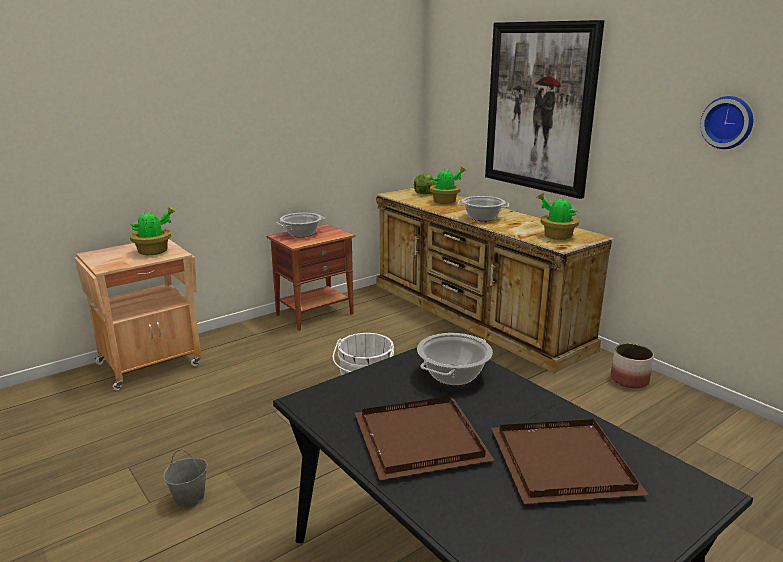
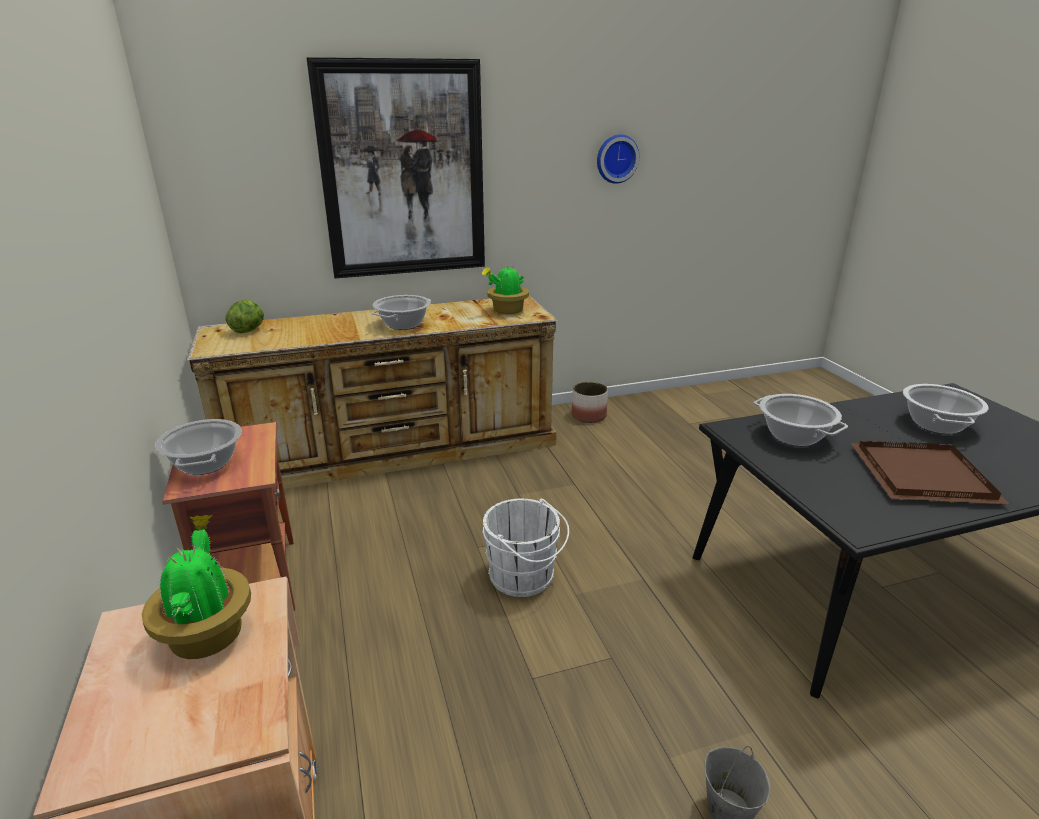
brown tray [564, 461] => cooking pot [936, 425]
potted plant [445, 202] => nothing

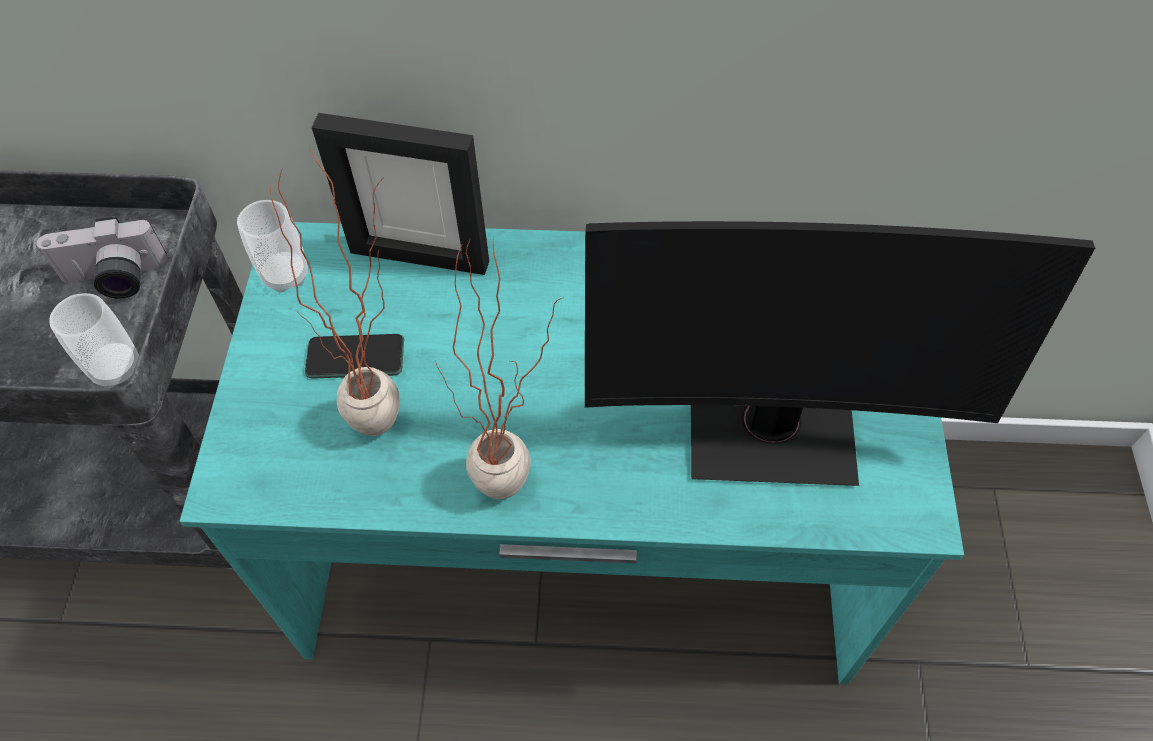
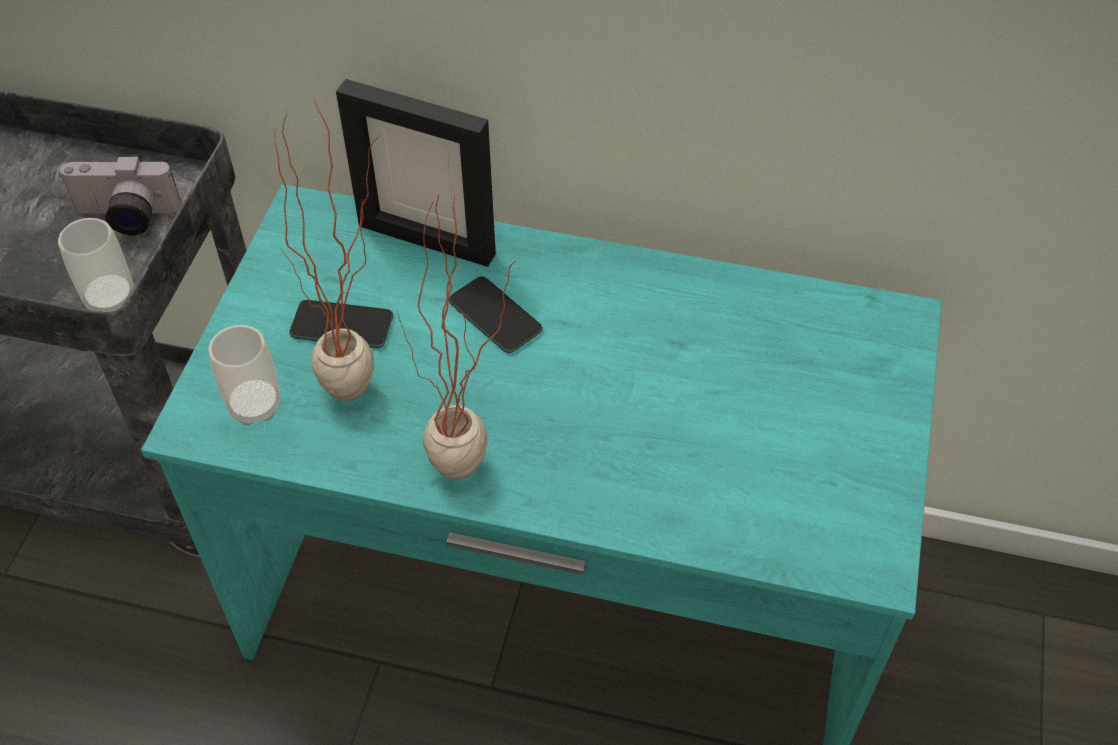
cup [285, 275] => cup [255, 406], relocated
nothing => phone [495, 316]
monitor [771, 427] => nothing

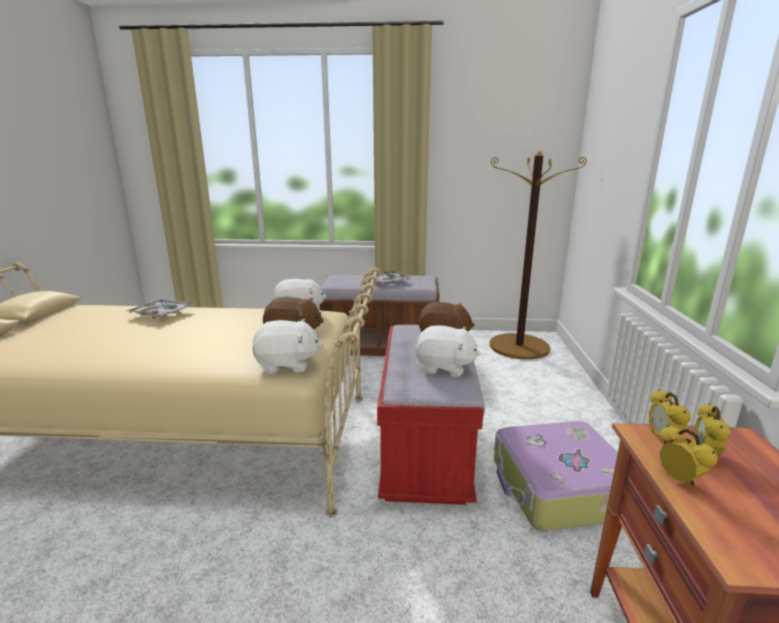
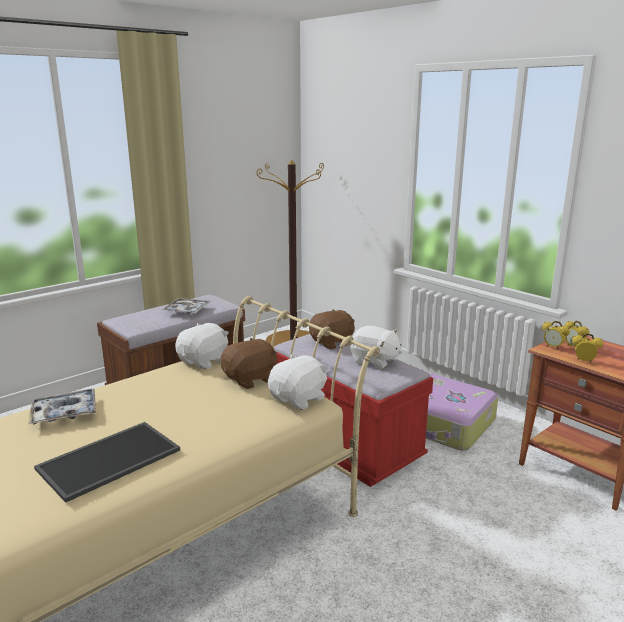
nothing => tray [109, 458]
white plush toy [444, 367] => white plush toy [374, 361], 60 degrees clockwise

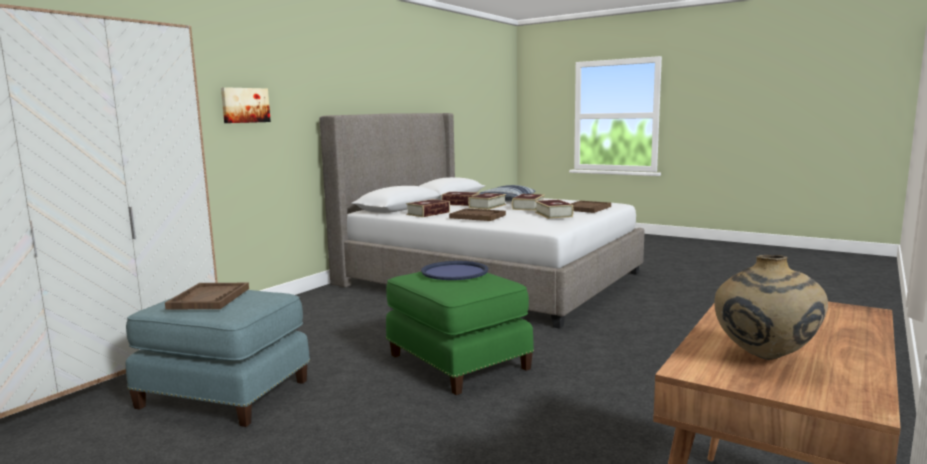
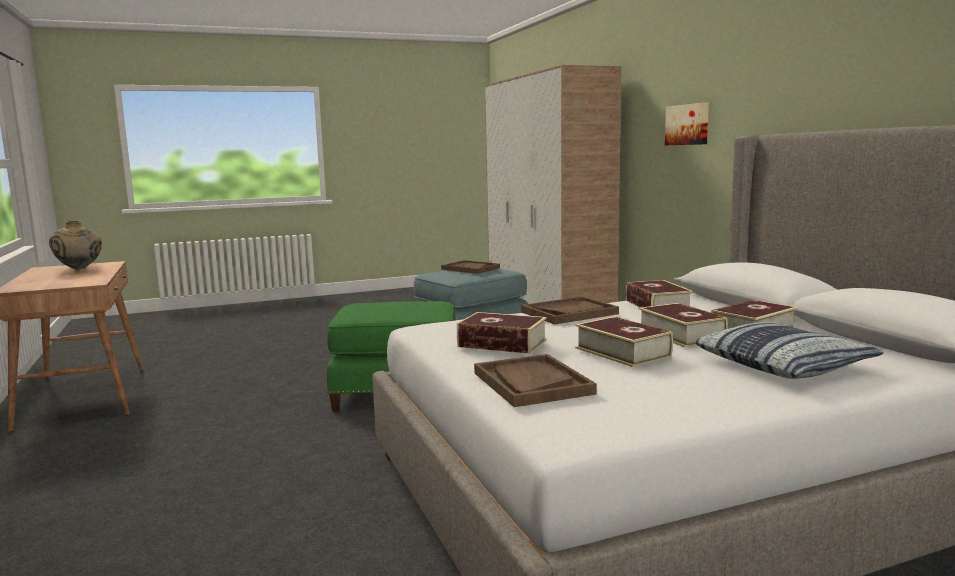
blue tray [454, 272] => nothing

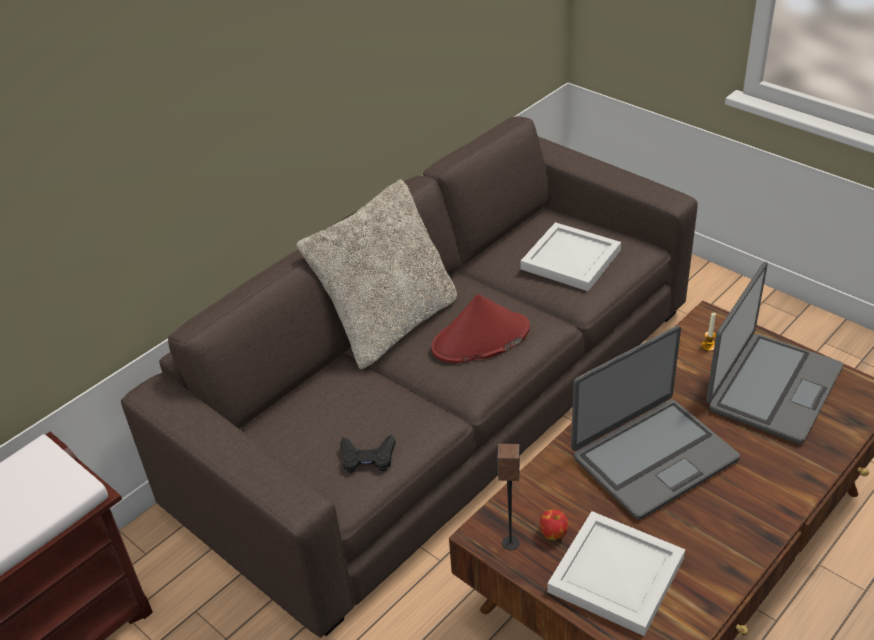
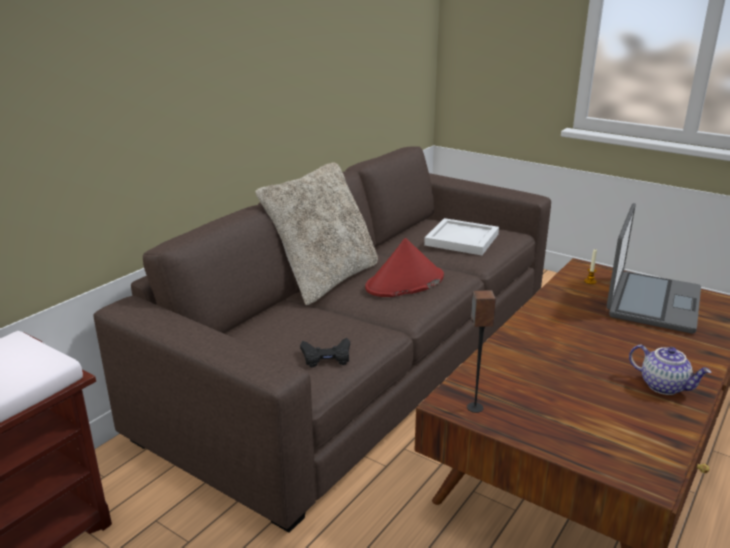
nothing => teapot [664, 386]
apple [554, 533] => nothing
white tray [615, 573] => nothing
laptop [652, 457] => nothing

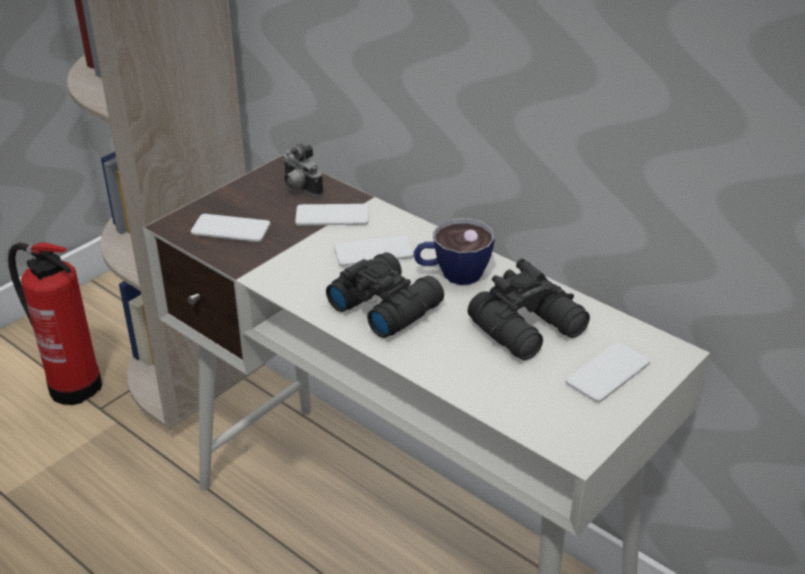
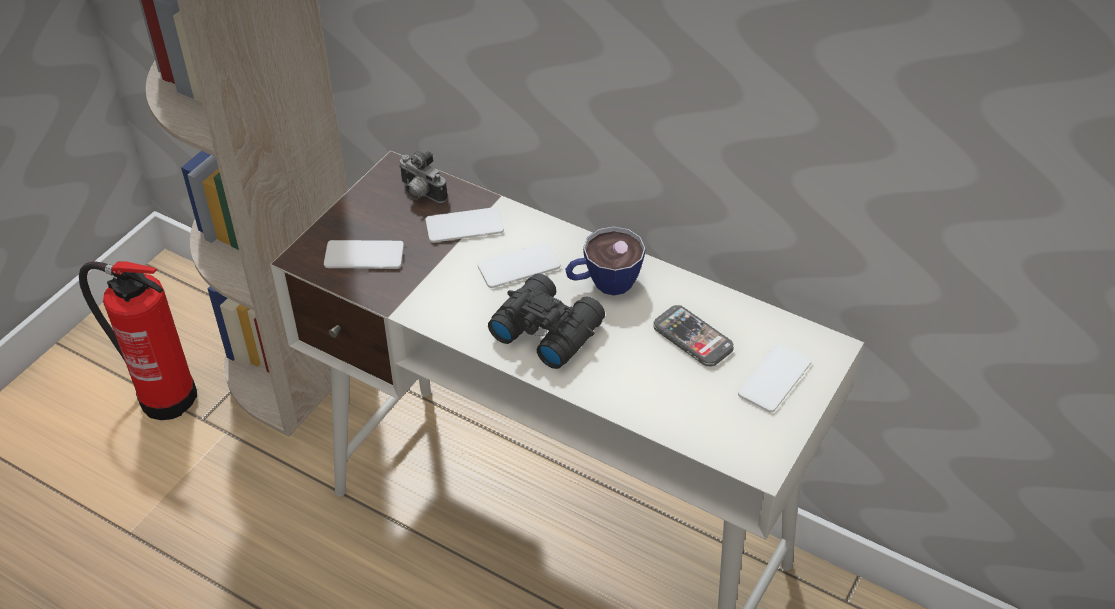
black binoculars [530, 328] => phone [692, 338]

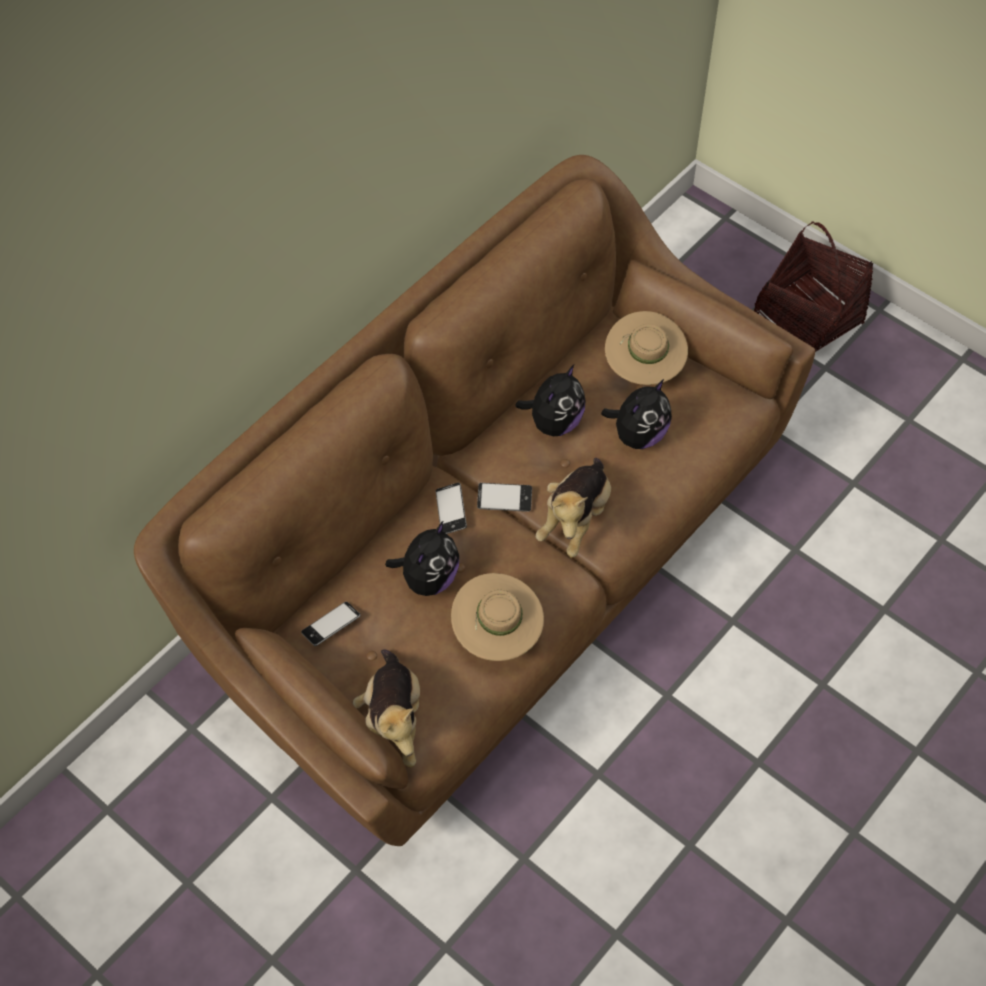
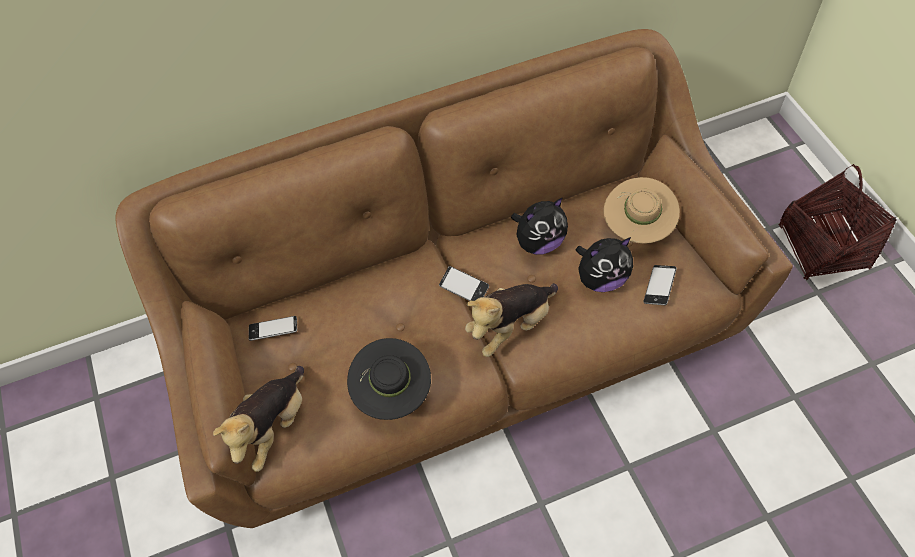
beige hat [497, 634] => black hat [392, 393]
phone [451, 511] => phone [659, 287], relocated
plush toy [428, 578] => nothing

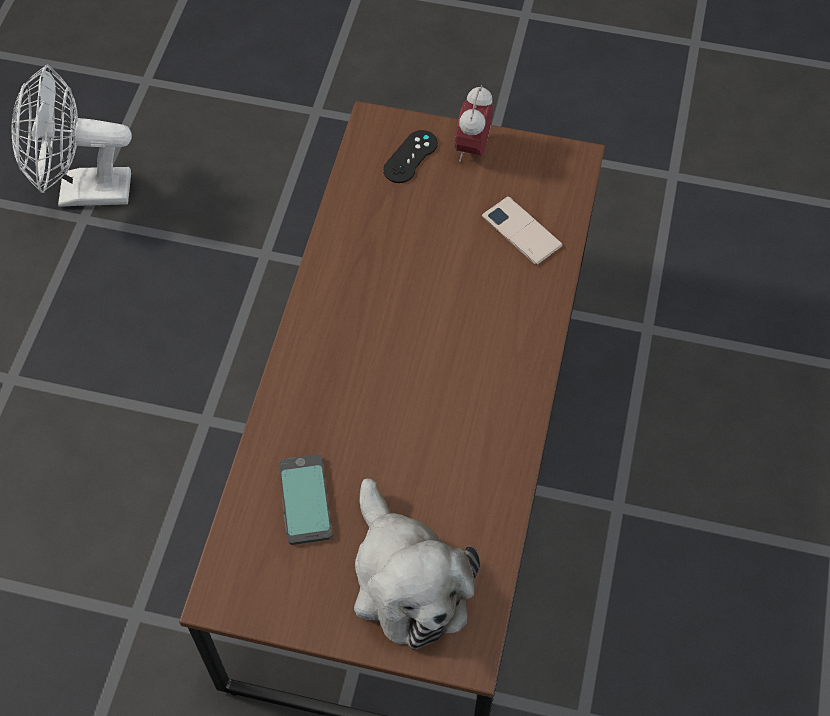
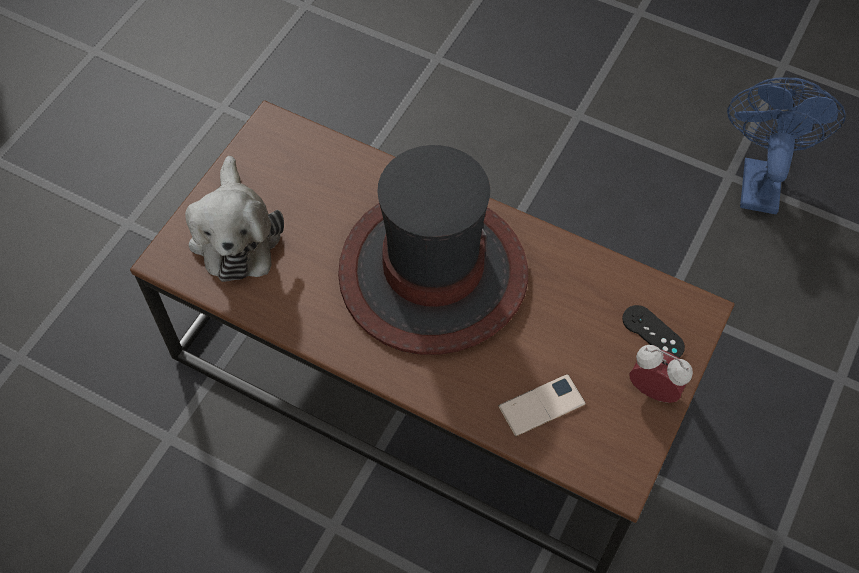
plush toy [406, 581] => plush toy [236, 235], 90 degrees counterclockwise
nothing => hat [432, 274]
white fan [83, 192] => blue fan [759, 178]
phone [305, 500] => nothing

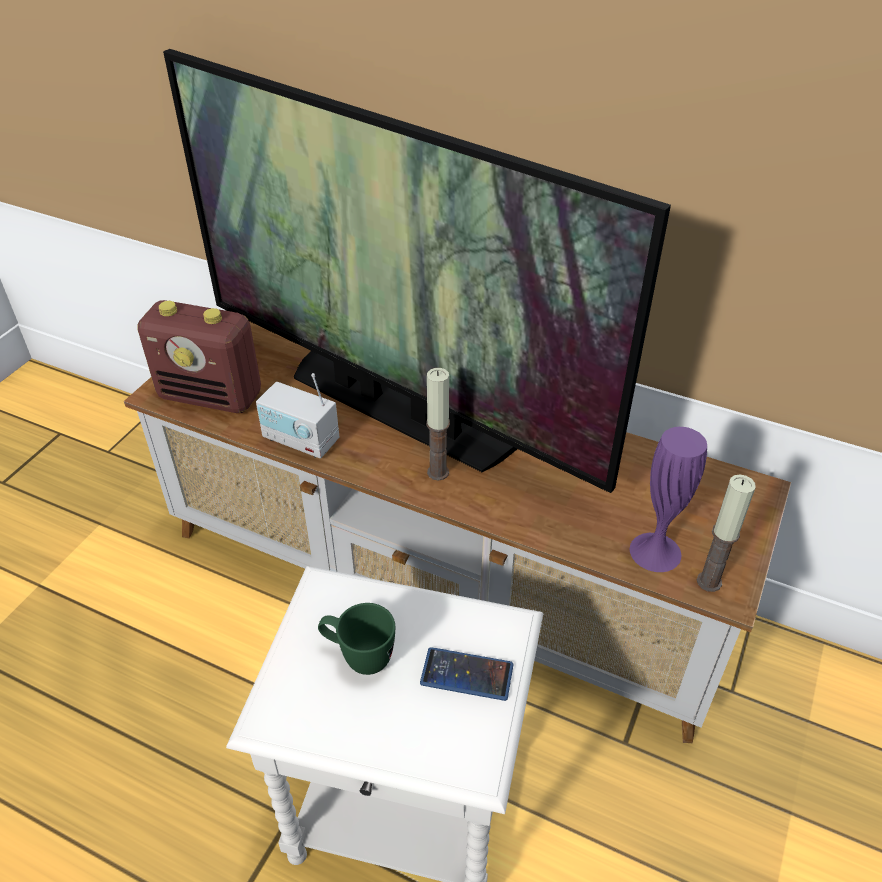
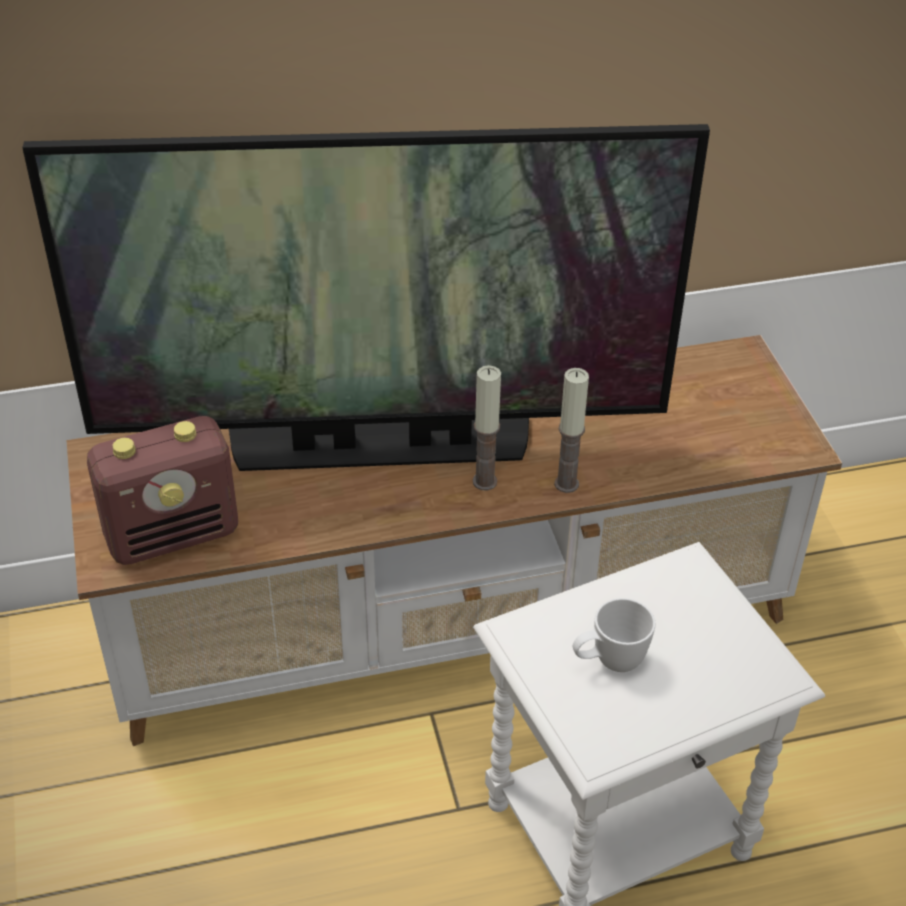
candle [709, 582] => candle [566, 484], relocated
green mug [358, 657] => white mug [608, 662]
radio [301, 440] => nothing
phone [467, 674] => nothing
purple vase [655, 552] => nothing

